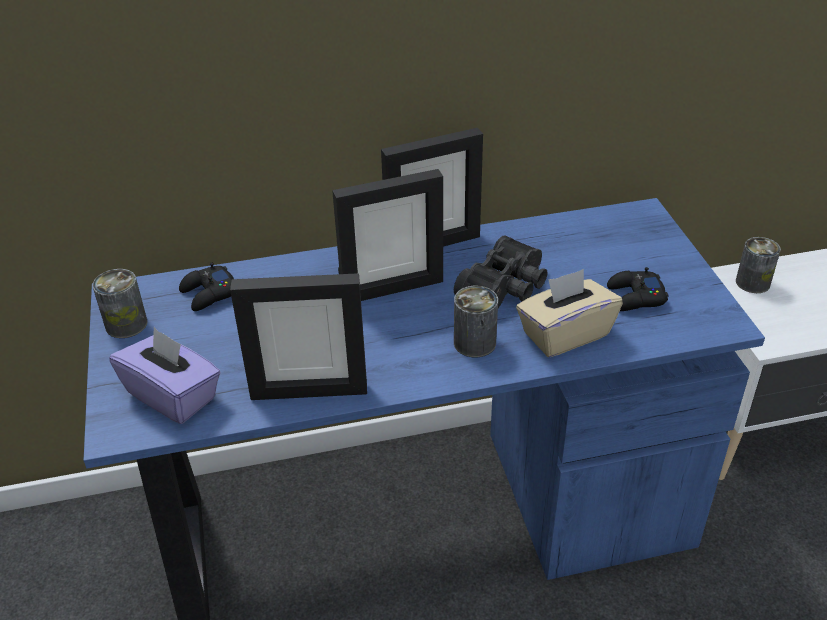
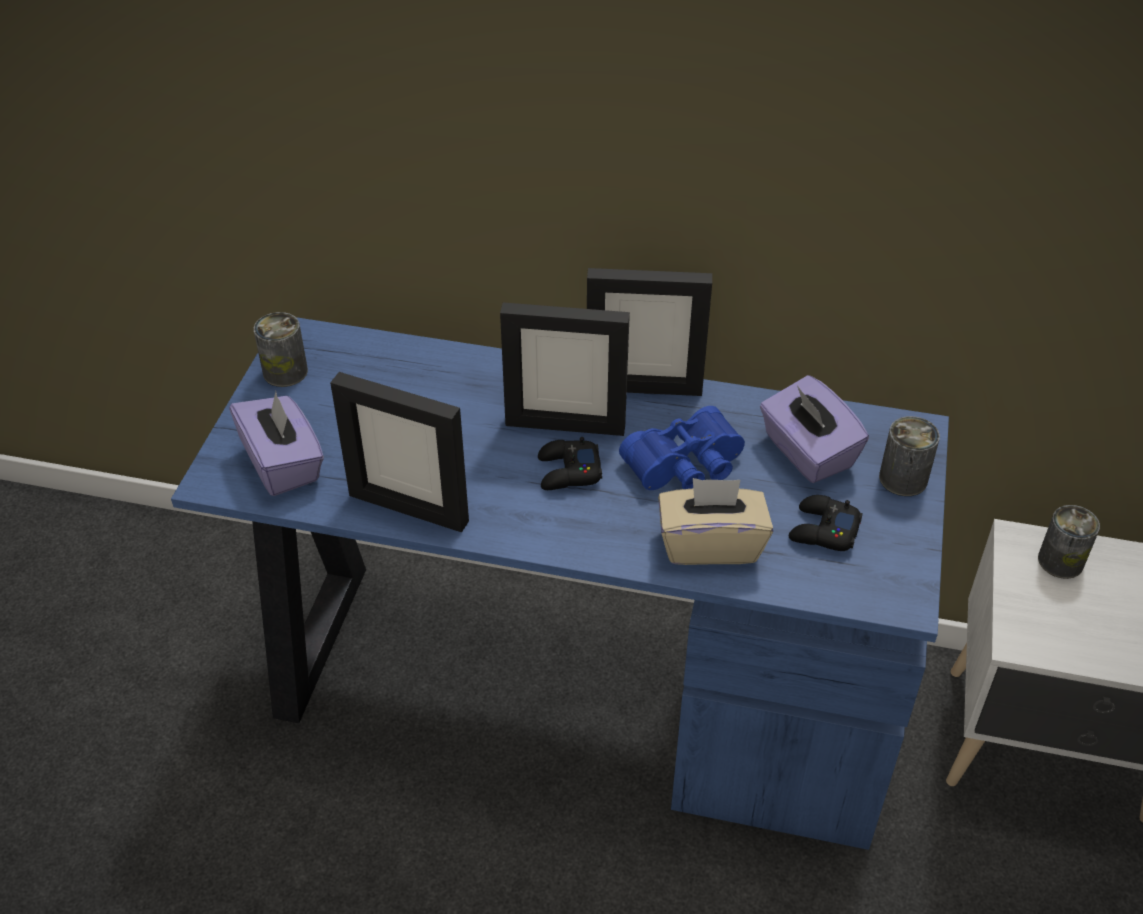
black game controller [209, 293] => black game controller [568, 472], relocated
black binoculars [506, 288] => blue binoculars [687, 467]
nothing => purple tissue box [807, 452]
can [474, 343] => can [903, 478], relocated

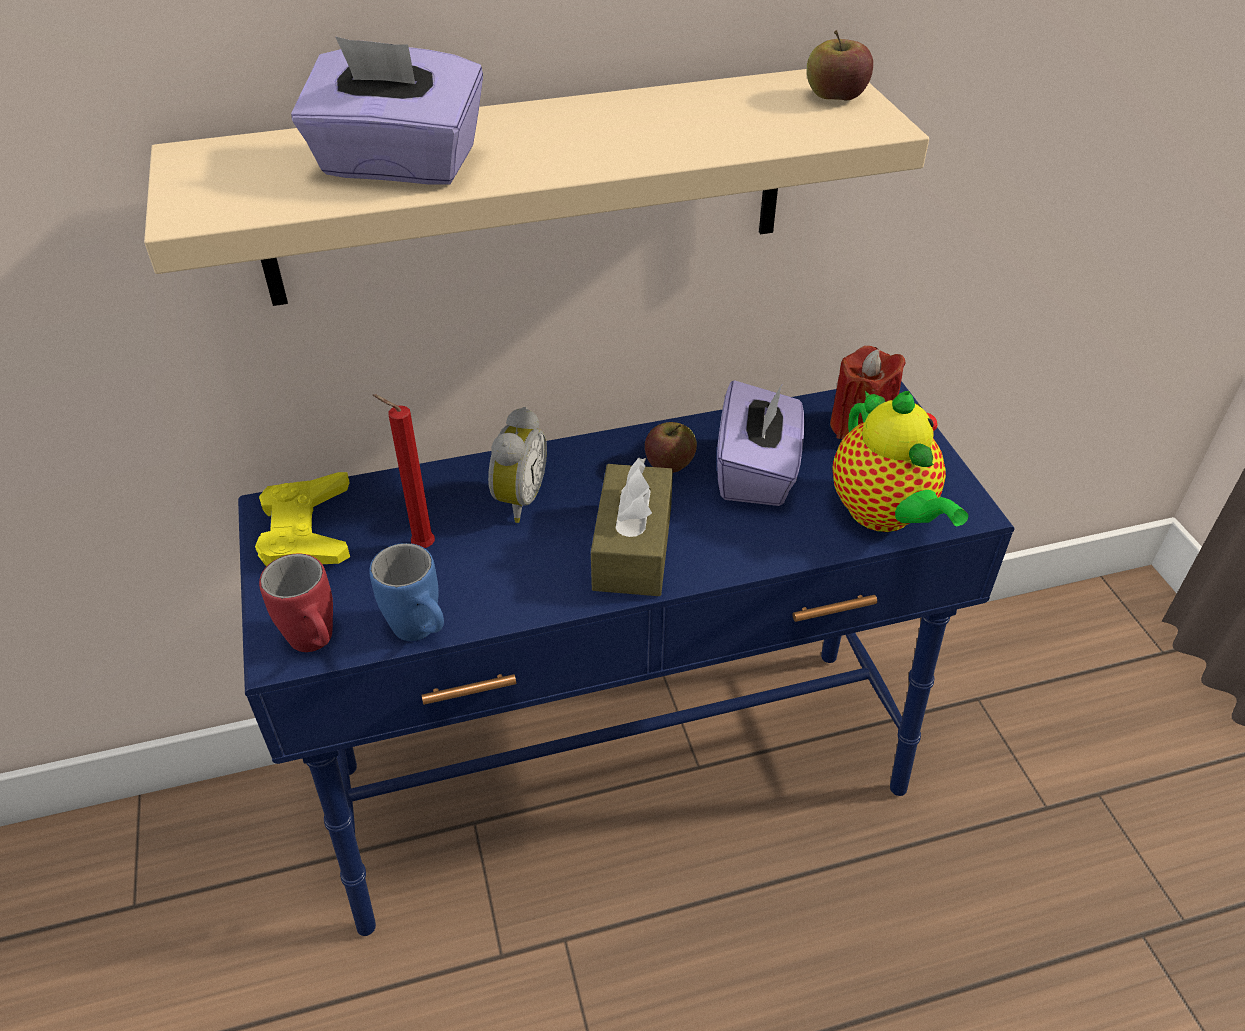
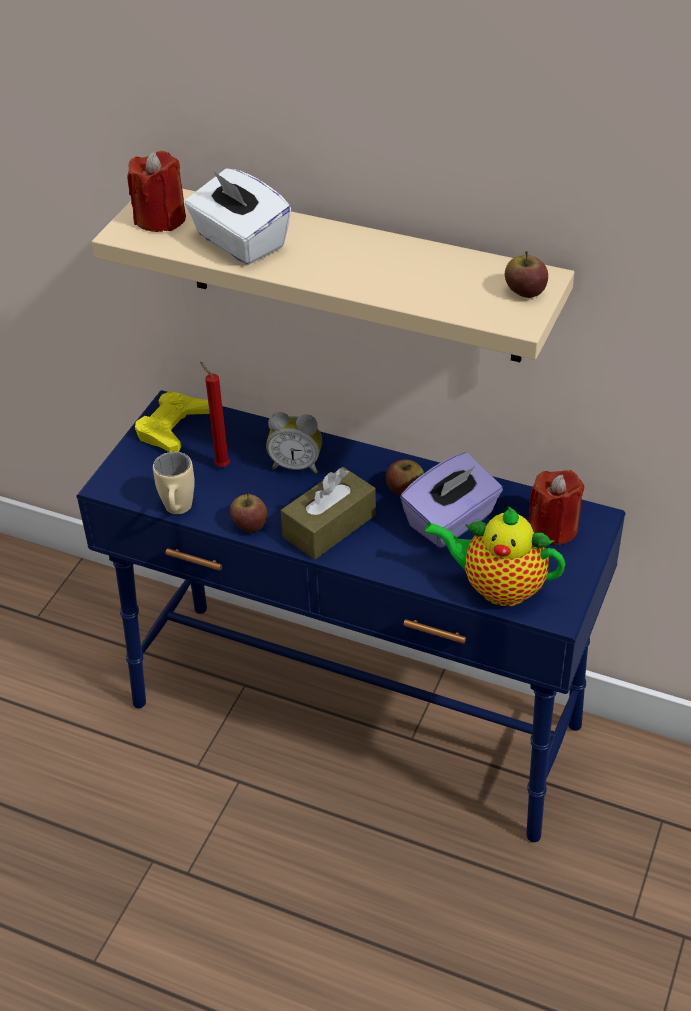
nothing => red candle [161, 219]
blue mug [422, 634] => beige mug [178, 512]
purple tissue box [398, 165] => white tissue box [239, 242]
nothing => apple [249, 524]
alarm clock [516, 499] => alarm clock [296, 465], 45 degrees clockwise
teapot [884, 515] => teapot [497, 587], 90 degrees clockwise
red mug [317, 645] => nothing

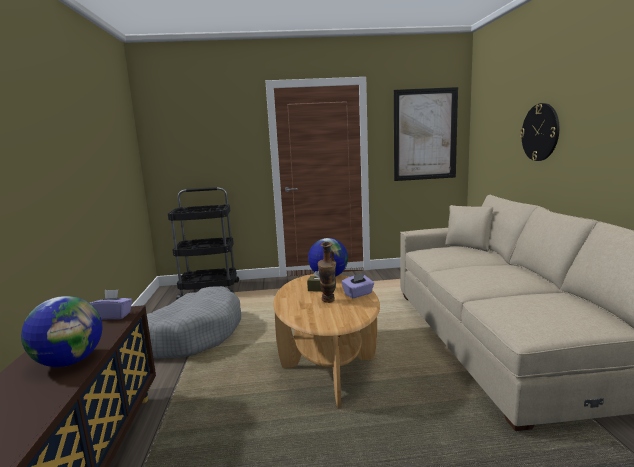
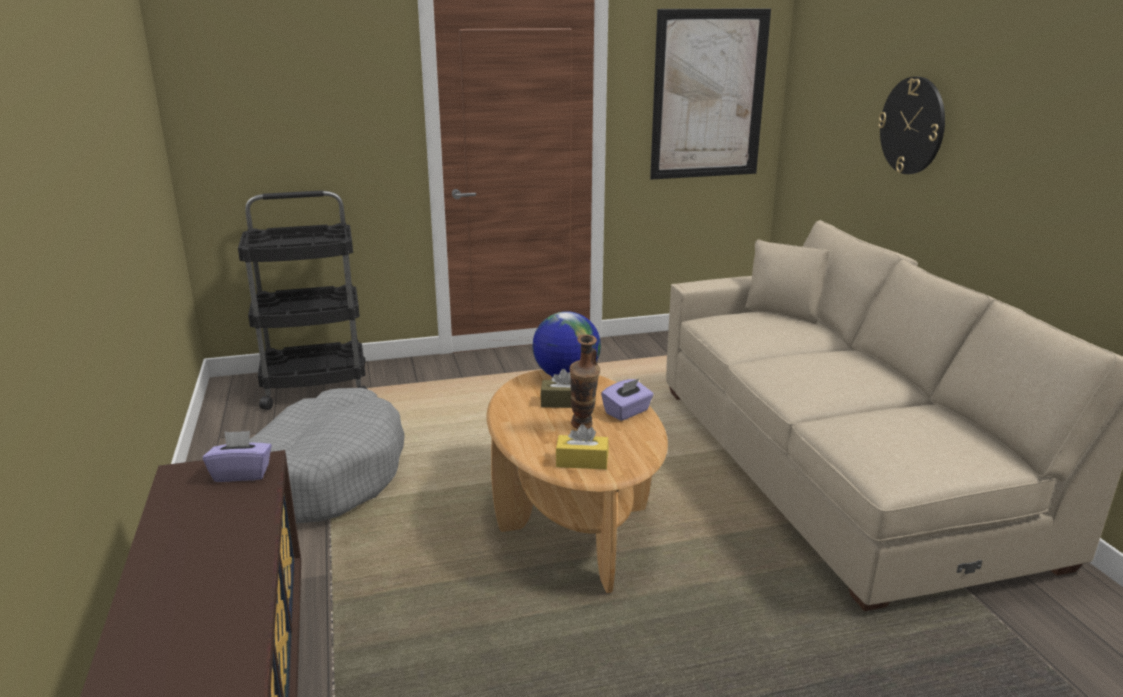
nothing => yellow tissue box [582, 461]
globe [70, 361] => nothing

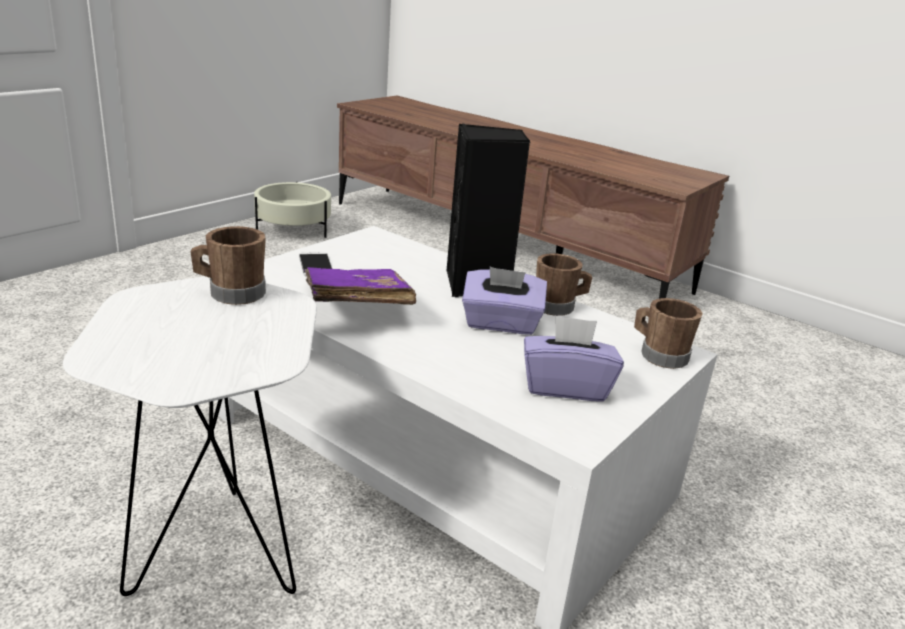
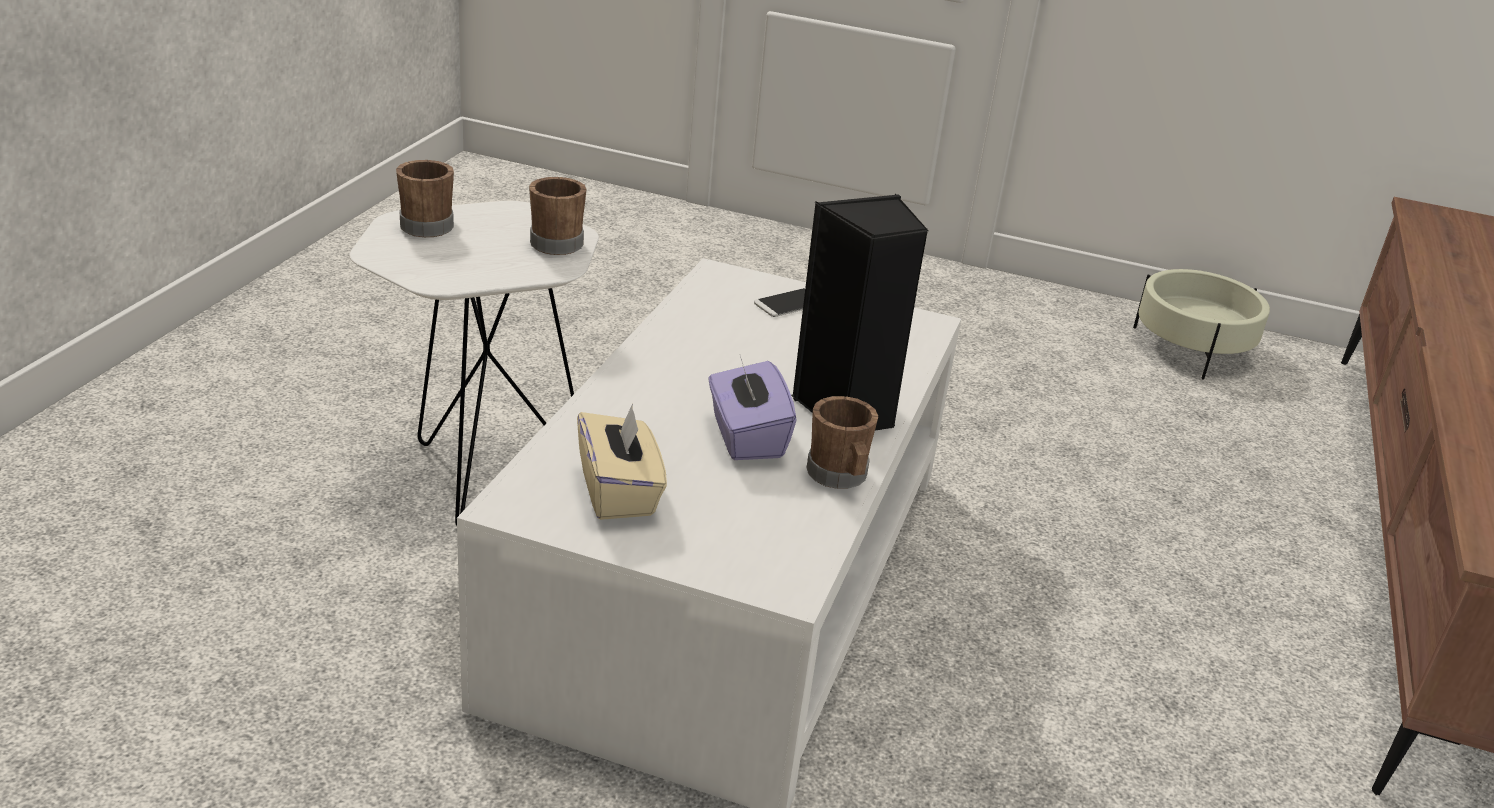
brown mug [659, 355] => brown mug [430, 224], relocated
purple tissue box [565, 386] => beige tissue box [619, 492]
purple book [356, 307] => nothing

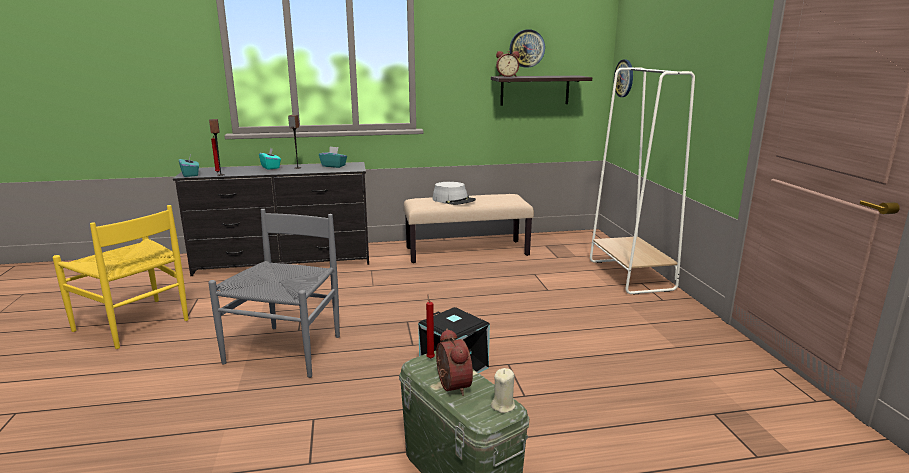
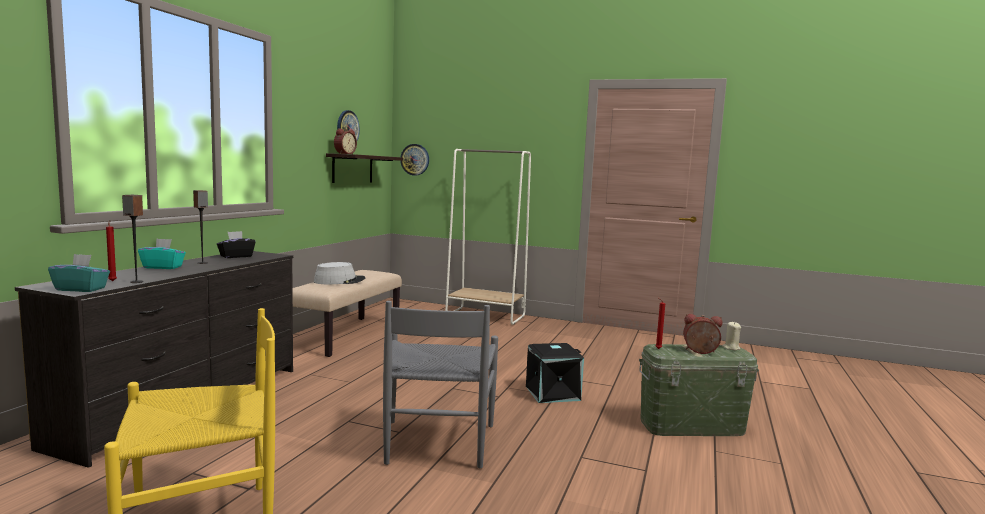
turquoise tissue box [334, 166] => black tissue box [236, 256]
grey chair [287, 350] => grey chair [437, 444], 135 degrees counterclockwise

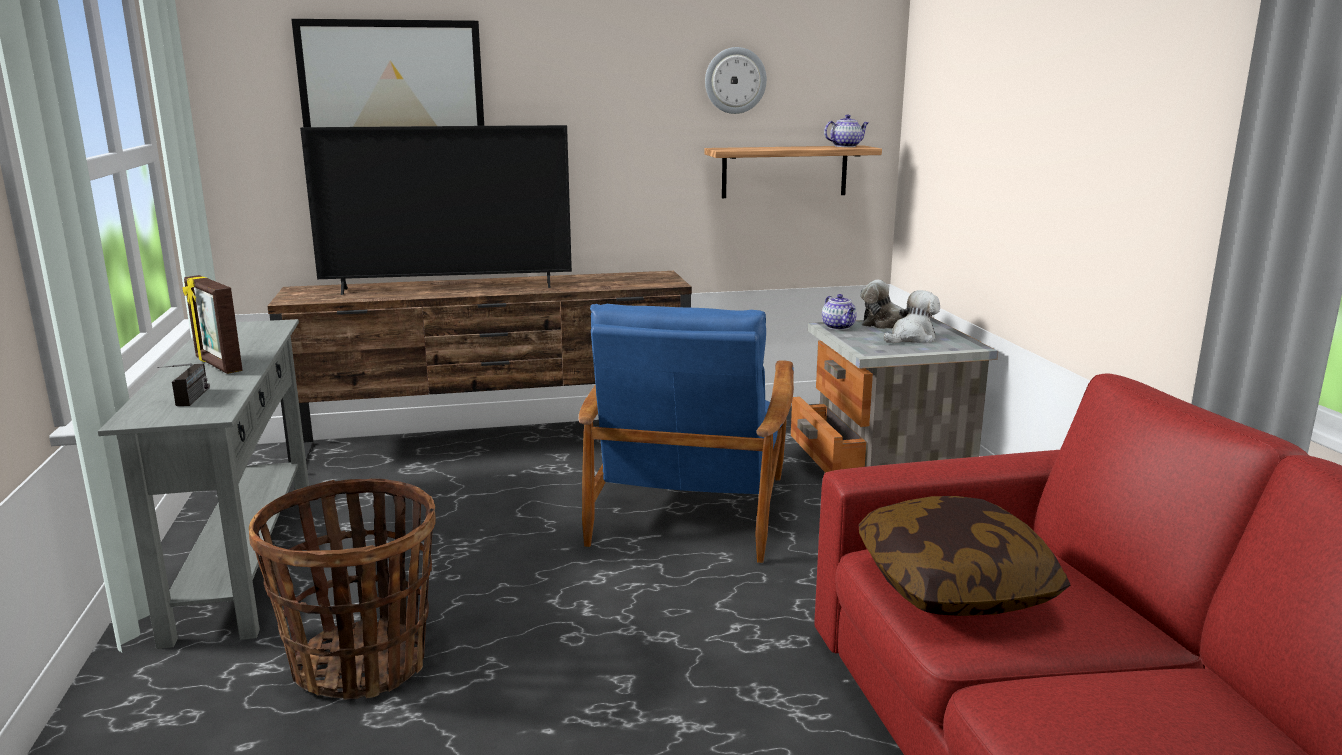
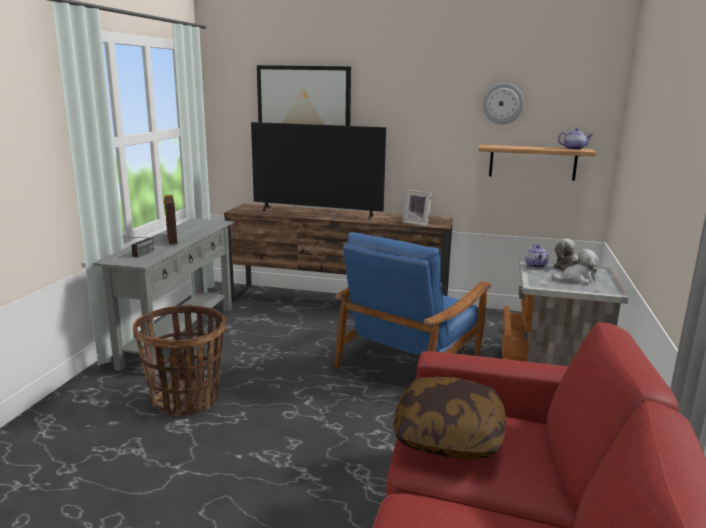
nothing => picture frame [416, 223]

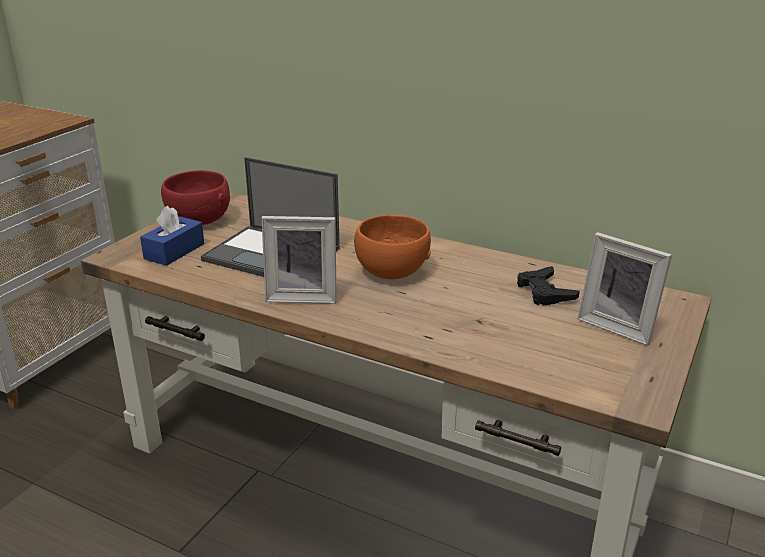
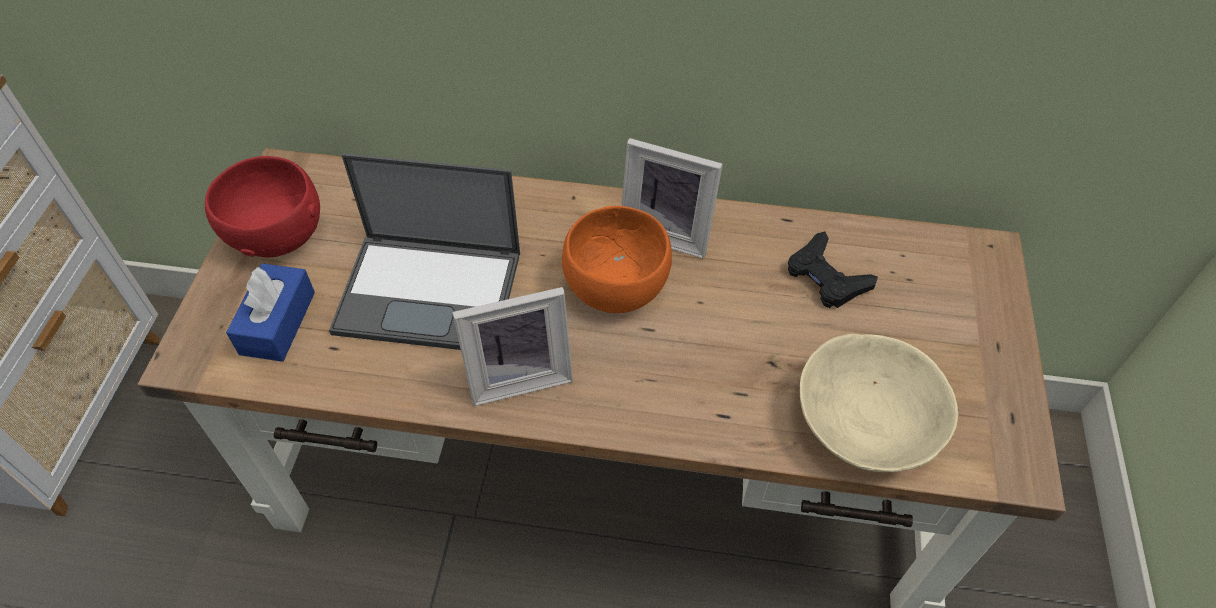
picture frame [619, 326] => picture frame [667, 232], relocated
nothing => beige bowl [865, 422]

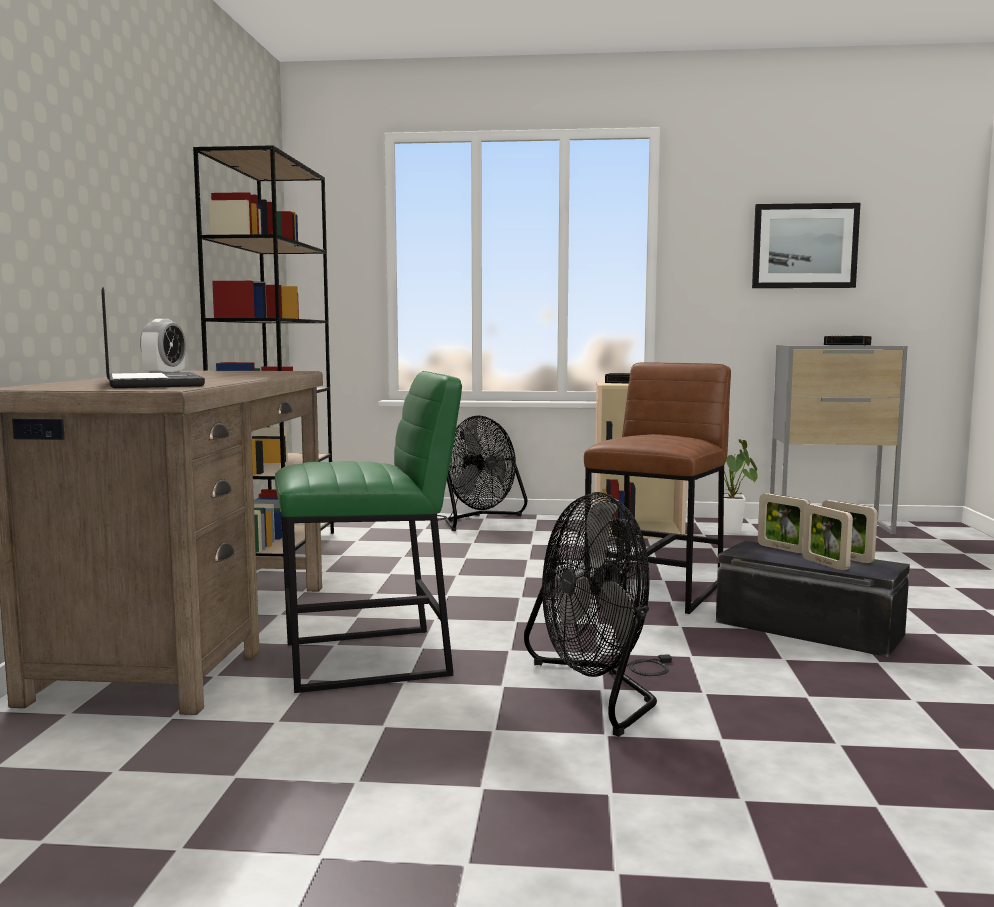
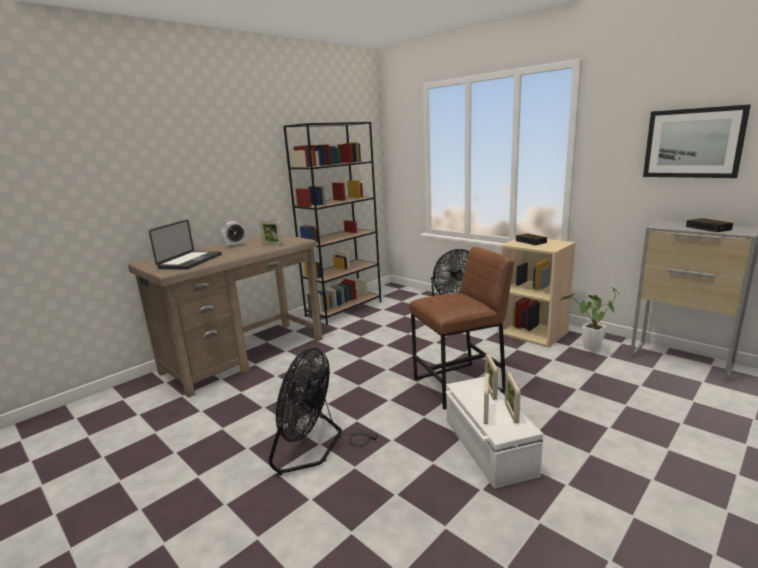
nothing => picture frame [272, 245]
black storage box [807, 629] => white storage box [487, 446]
green chair [369, 658] => nothing

